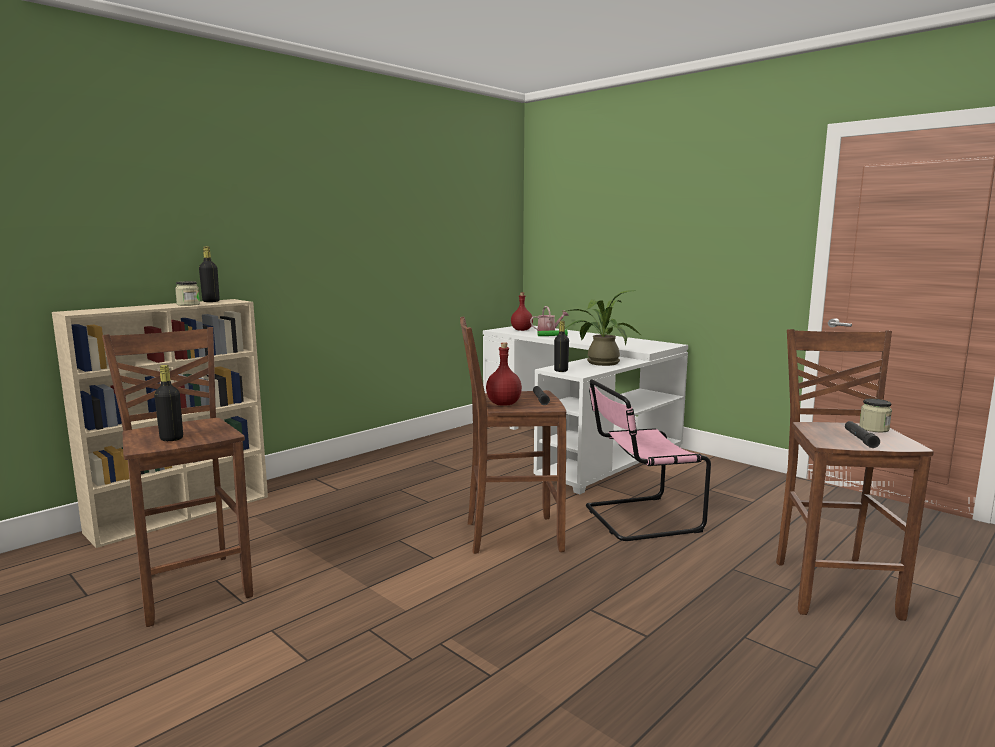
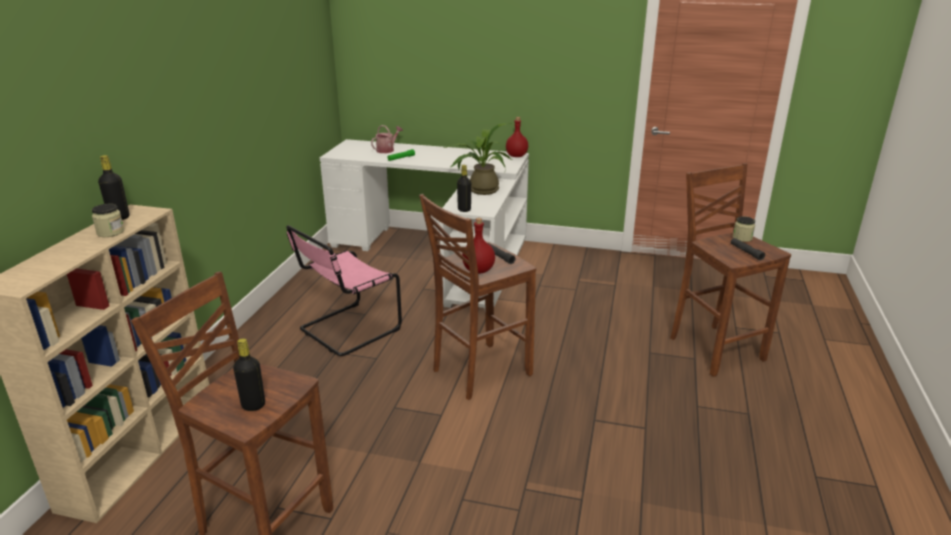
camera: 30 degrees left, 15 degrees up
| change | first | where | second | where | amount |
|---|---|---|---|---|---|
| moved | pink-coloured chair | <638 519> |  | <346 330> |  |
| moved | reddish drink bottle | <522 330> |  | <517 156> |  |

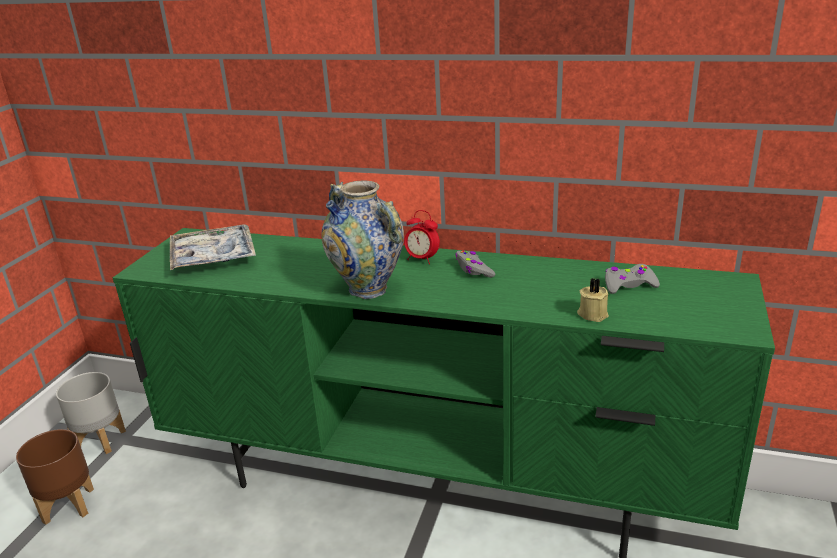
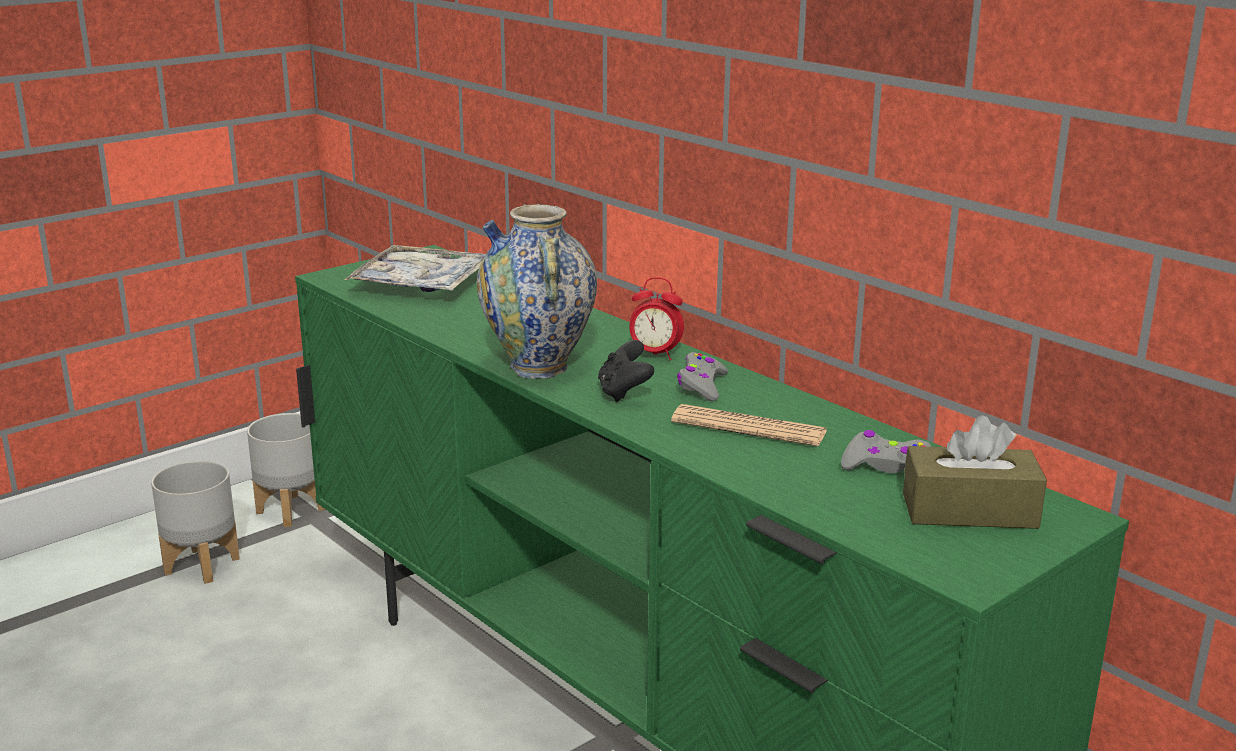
camera: 30 degrees right, 5 degrees down
| change | first | where | second | where | amount |
|---|---|---|---|---|---|
| recoloured | brown flower pot | <68 506> | gray flower pot | <201 566> |  |
| added |  |  | blackish game controller | <624 393> |  |
| turned | table clock | <422 259> |  | <654 355> | 45 degrees counterclockwise |
| added |  |  | printed paper | <748 427> |  |
| added |  |  | brown box of tissues | <969 510> |  |
| removed | beige candle | <593 314> |  |  |  |

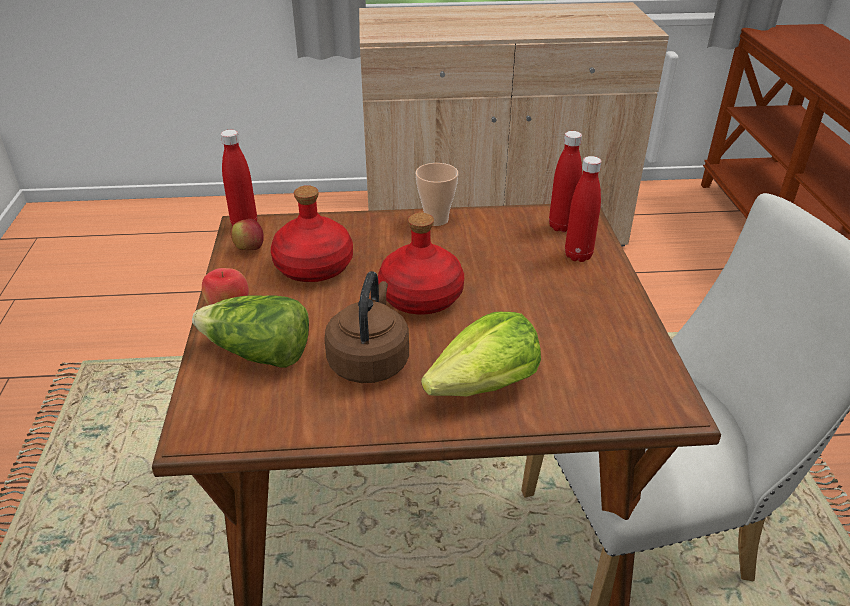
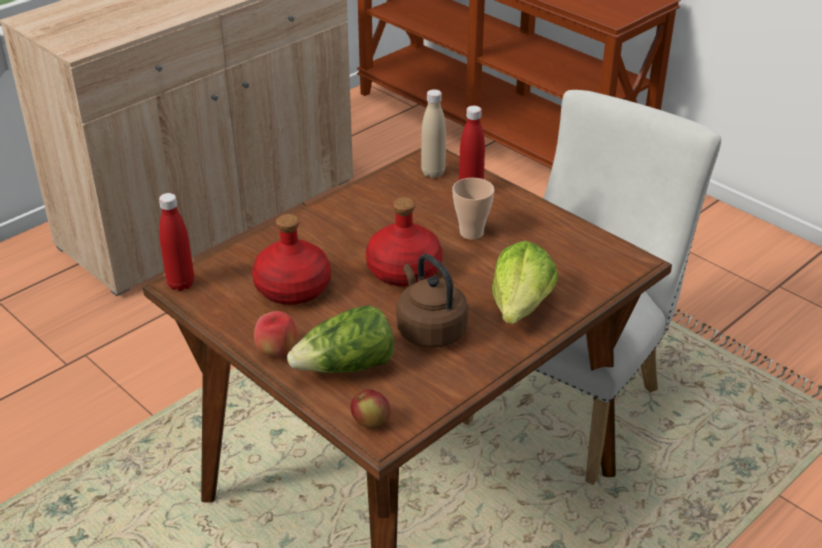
camera: 40 degrees left, 0 degrees up
| change | first | where | second | where | amount |
|---|---|---|---|---|---|
| moved | apple fruit | <249 249> |  | <371 423> |  |
| recoloured | reddish drink bottle | <561 226> | beige drink bottle | <433 173> |  |
| moved | small cup | <436 220> |  | <471 233> |  |

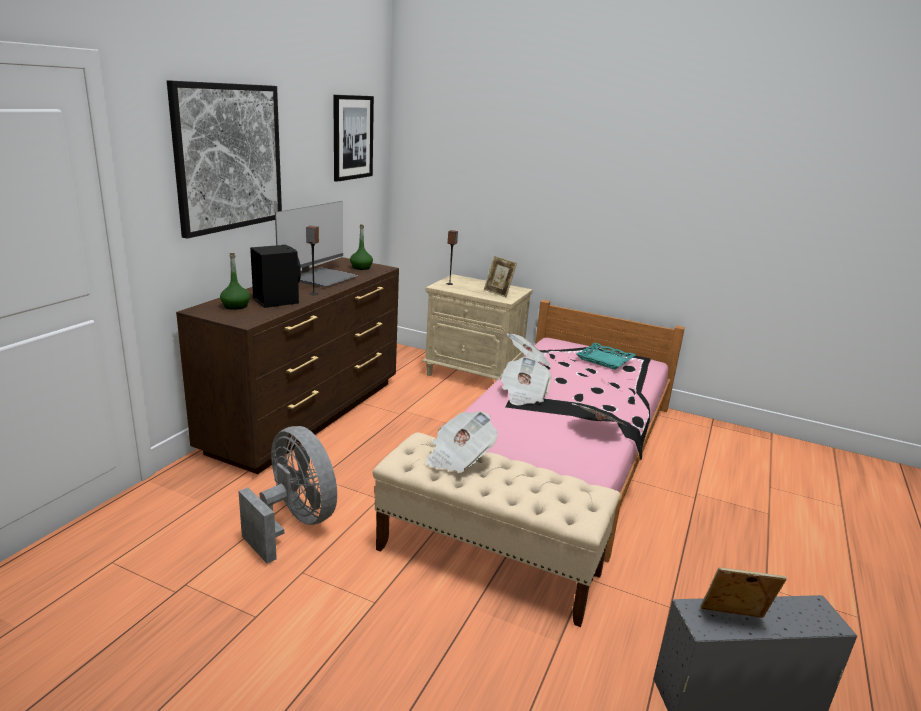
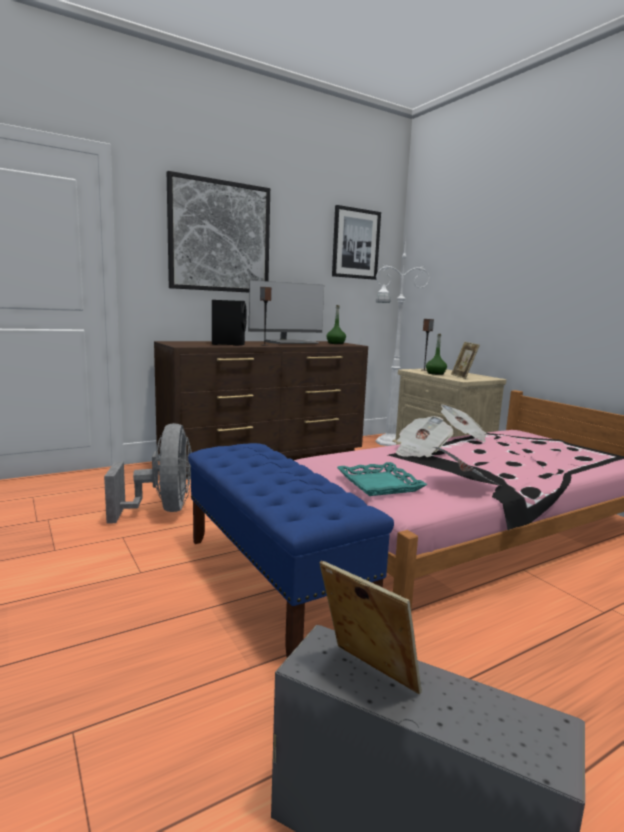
camera: 35 degrees right, 10 degrees down
| change | first | where | second | where | amount |
|---|---|---|---|---|---|
| recoloured | beige long seat | <488 562> | bluish long seat | <273 581> |  |
| moved | turquoise serving tray | <605 359> |  | <380 484> |  |
| added |  |  | white-coloured standing lamp | <388 442> |  |
| moved | green-coloured drink bottle | <235 306> |  | <435 373> |  |
| removed | printed paper | <459 458> |  |  |  |

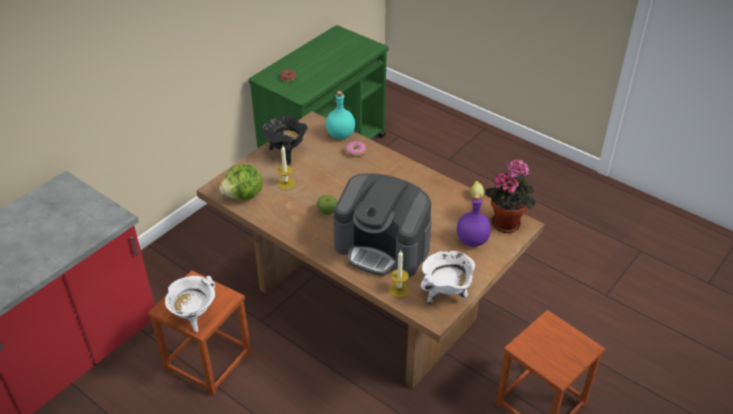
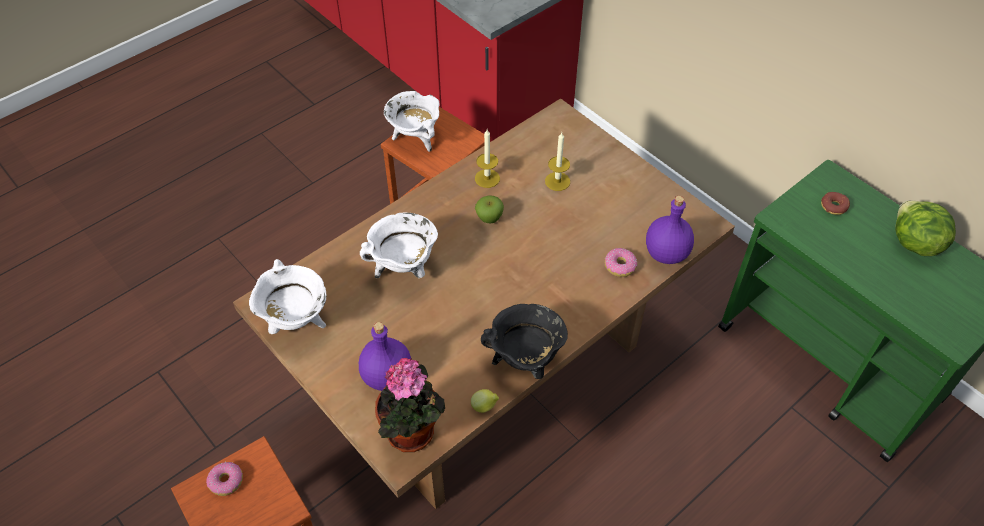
camera: 100 degrees right, 10 degrees up
| change | first | where | second | where | amount |
|---|---|---|---|---|---|
| added |  |  | ring doughnut | <226 481> |  |
| replaced | coffee brewer | <383 247> | white-coloured stockpot | <404 268> |  |
| moved | candle | <399 289> |  | <487 178> |  |
| moved | blackish stockpot | <286 153> |  | <525 361> |  |
| recoloured | turquoise drink bottle | <340 135> | purplish drink bottle | <666 253> |  |
| moved | lettuce head | <244 196> |  | <914 243> |  |

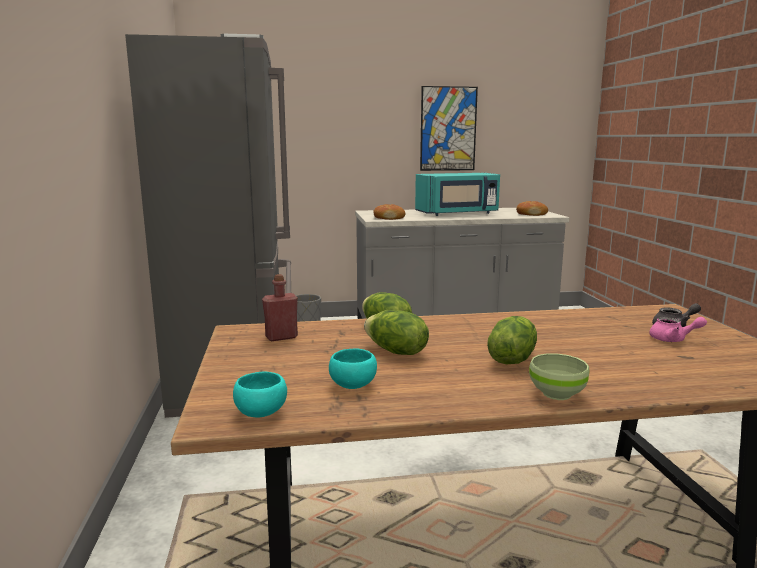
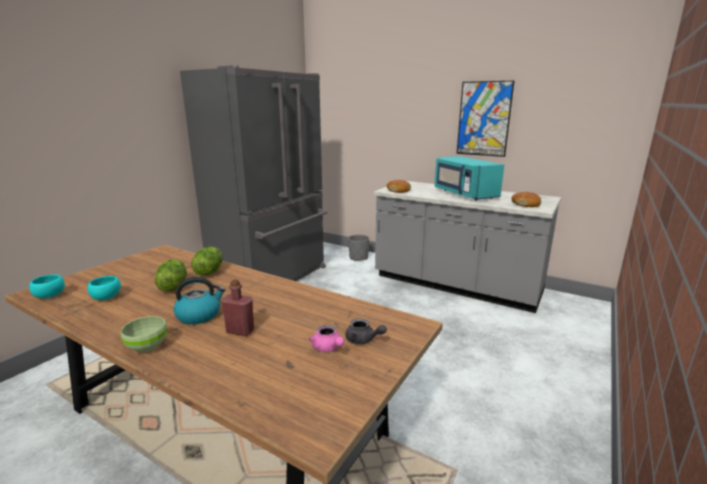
camera: 40 degrees right, 5 degrees up
| change | first | where | second | where | amount |
|---|---|---|---|---|---|
| replaced | lettuce head | <511 359> | tea kettle | <199 315> |  |
| moved | reddish drink bottle | <281 337> |  | <240 331> |  |
| turned | turquoise kitchen microwave | <458 213> |  | <464 194> | 45 degrees clockwise |

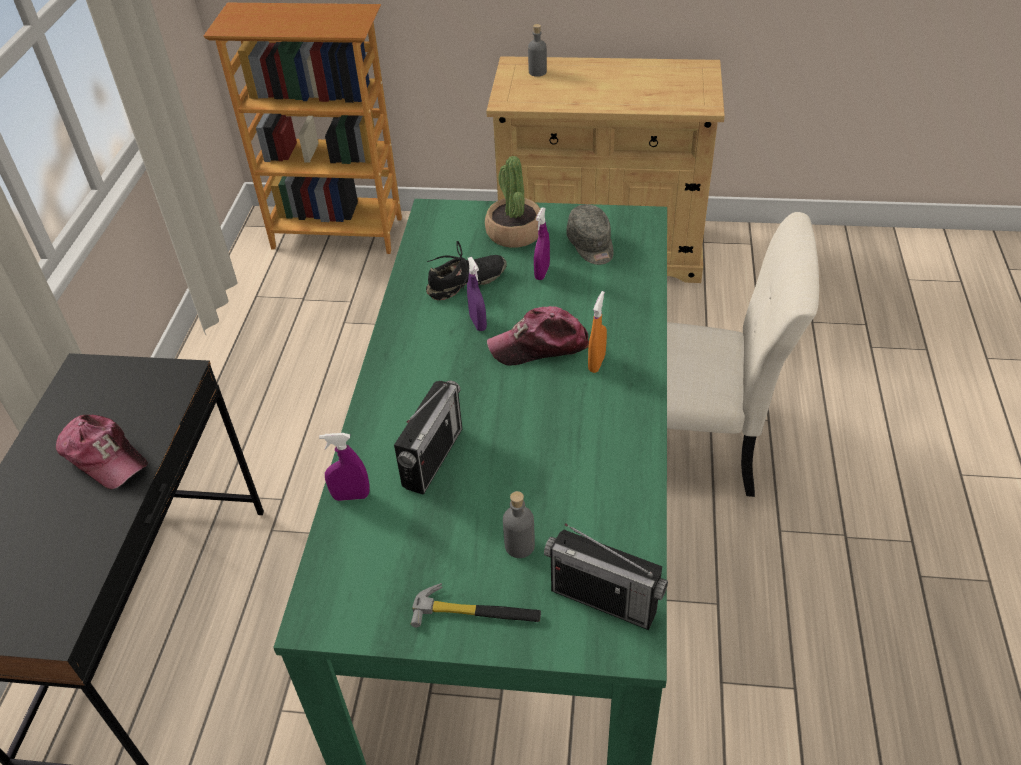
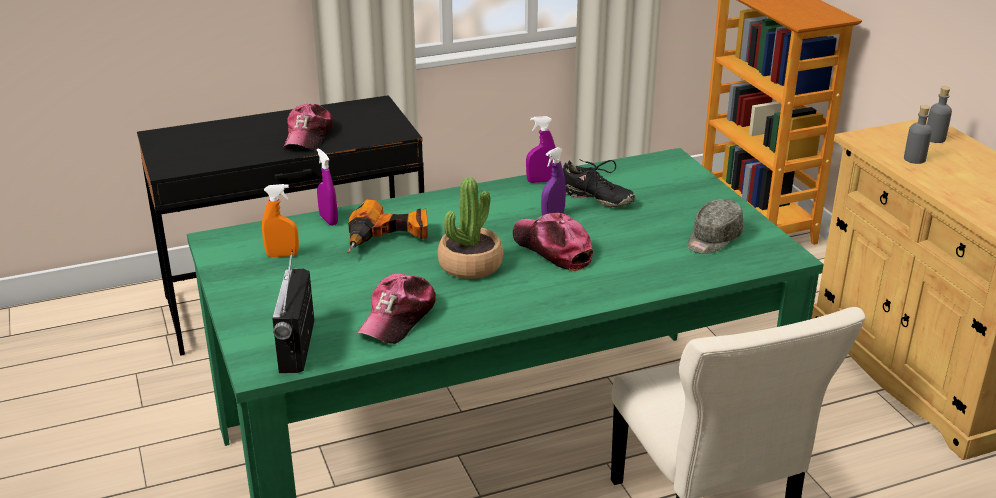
camera: 60 degrees right, 15 degrees down
| change | first | where | second | where | amount |
|---|---|---|---|---|---|
| moved | orange hand sprayer | <596 363> |  | <282 255> |  |
| replaced | radio | <433 458> | drill | <388 239> |  |
| added |  |  | peaked cap | <398 318> |  |
| moved | houseplant | <514 233> |  | <470 265> |  |
| moved | purplish hand sprayer | <542 272> |  | <540 181> |  |
| moved | gray drink bottle | <519 546> |  | <914 159> |  |
| removed | tool hammer | <477 612> |  |  |  |

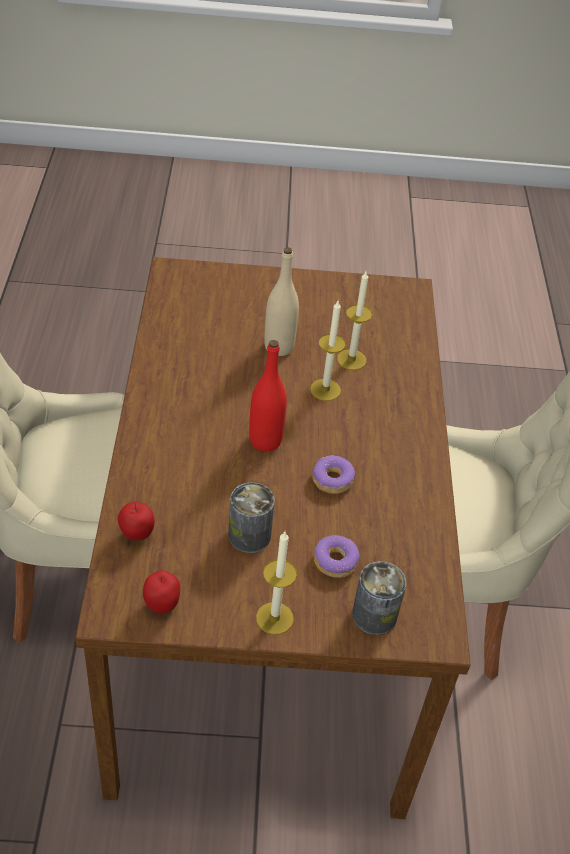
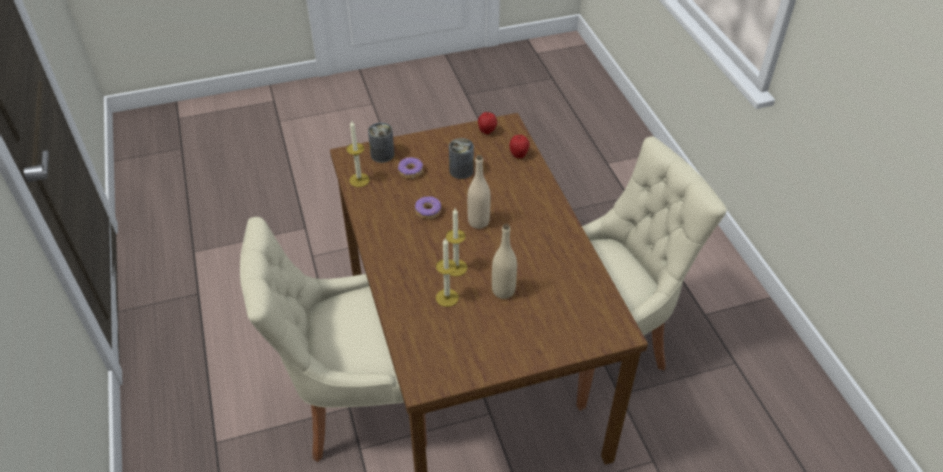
camera: 165 degrees right, 0 degrees up
| change | first | where | second | where | amount |
|---|---|---|---|---|---|
| moved | candle | <274 618> |  | <359 180> |  |
| recoloured | reddish drink bottle | <265 441> | beige drink bottle | <478 222> |  |

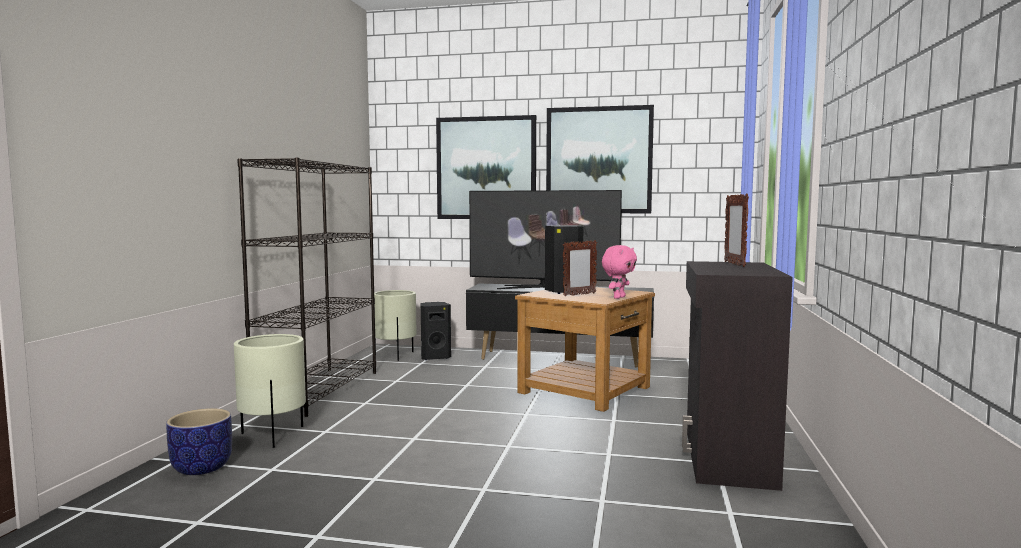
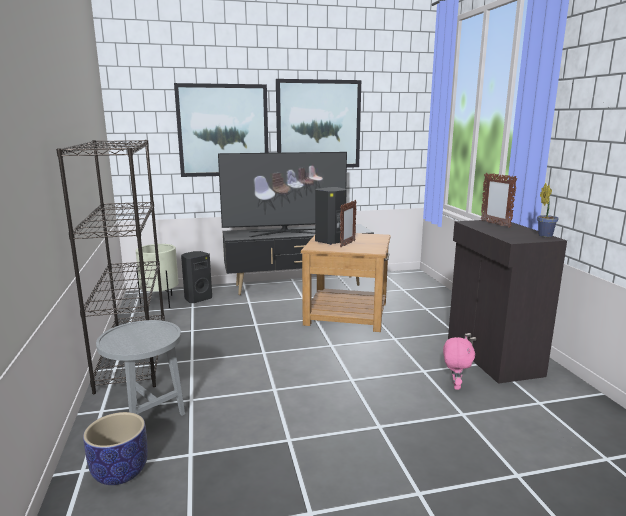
camera: 25 degrees left, 10 degrees up
| change | first | where | second | where | amount |
|---|---|---|---|---|---|
| replaced | beige flower pot | <273 435> | gray end table | <148 416> |  |
| moved | pink-coloured cuddly toy | <618 297> |  | <455 385> |  |
| added |  |  | houseplant | <544 235> |  |

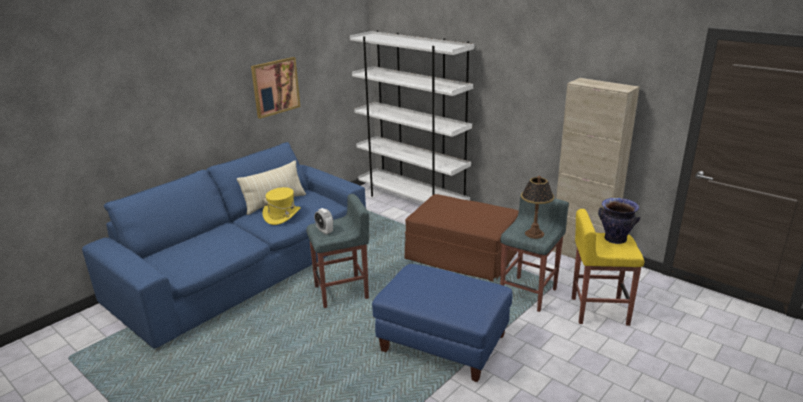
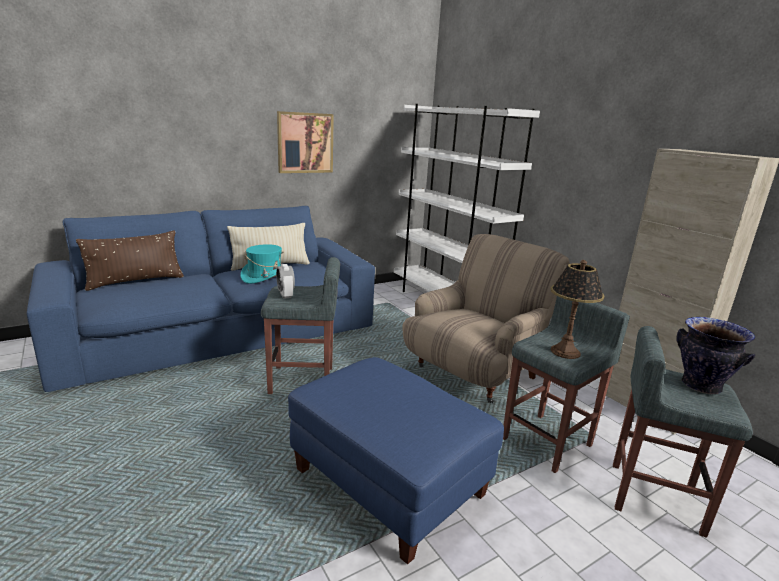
camera: 15 degrees right, 5 degrees down
| change | first | where | second | where | amount |
|---|---|---|---|---|---|
| added |  |  | brown throw pillow | <135 281> |  |
| recoloured | yellow clothing hat | <282 215> | turquoise clothing hat | <265 277> |  |
| replaced | brown pouffe | <462 256> | beige lounge chair | <474 372> |  |
| recoloured | yellow stool seat | <598 311> | gray stool seat | <653 497> |  |

